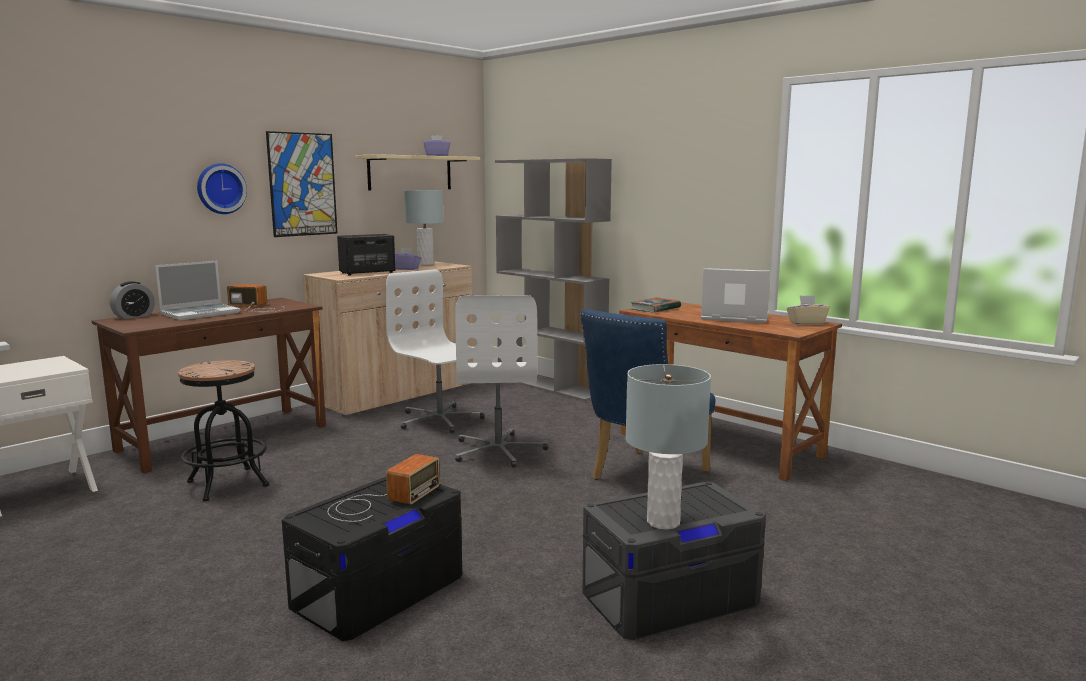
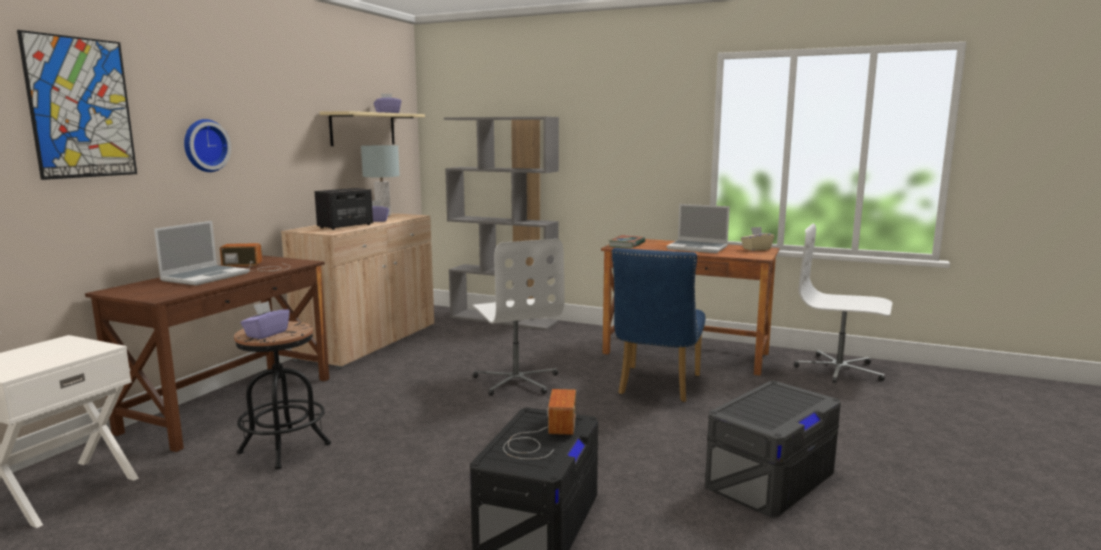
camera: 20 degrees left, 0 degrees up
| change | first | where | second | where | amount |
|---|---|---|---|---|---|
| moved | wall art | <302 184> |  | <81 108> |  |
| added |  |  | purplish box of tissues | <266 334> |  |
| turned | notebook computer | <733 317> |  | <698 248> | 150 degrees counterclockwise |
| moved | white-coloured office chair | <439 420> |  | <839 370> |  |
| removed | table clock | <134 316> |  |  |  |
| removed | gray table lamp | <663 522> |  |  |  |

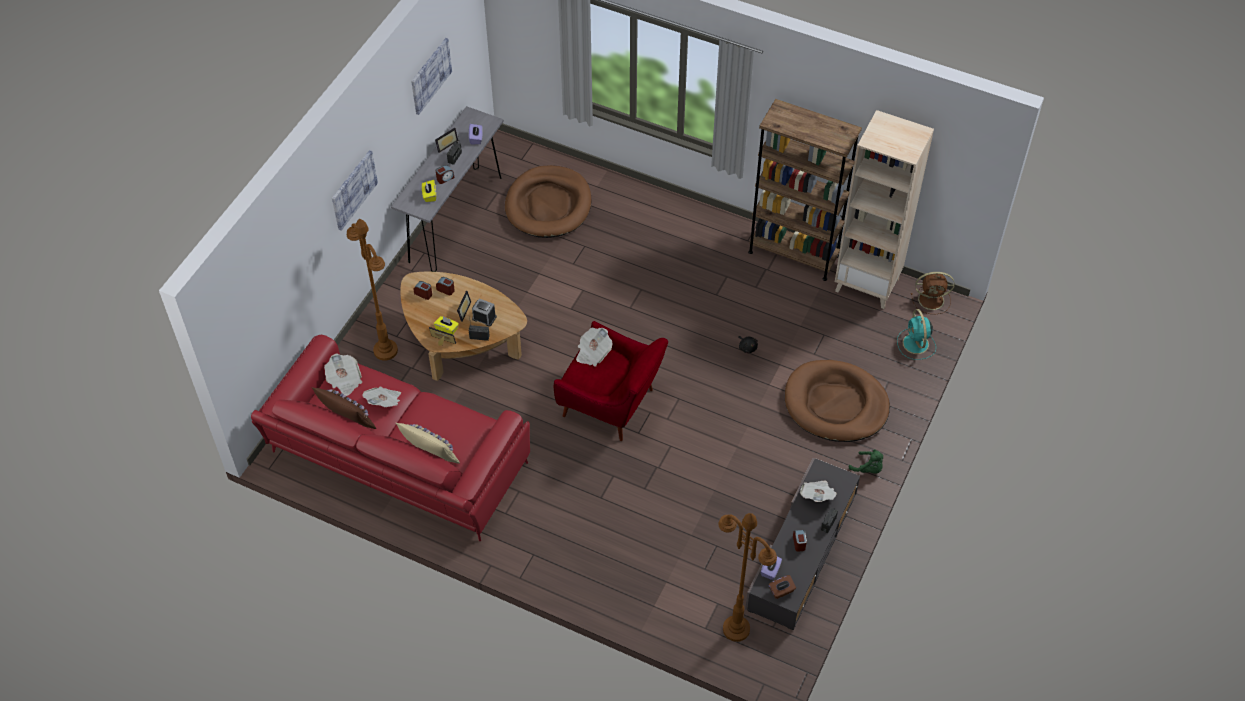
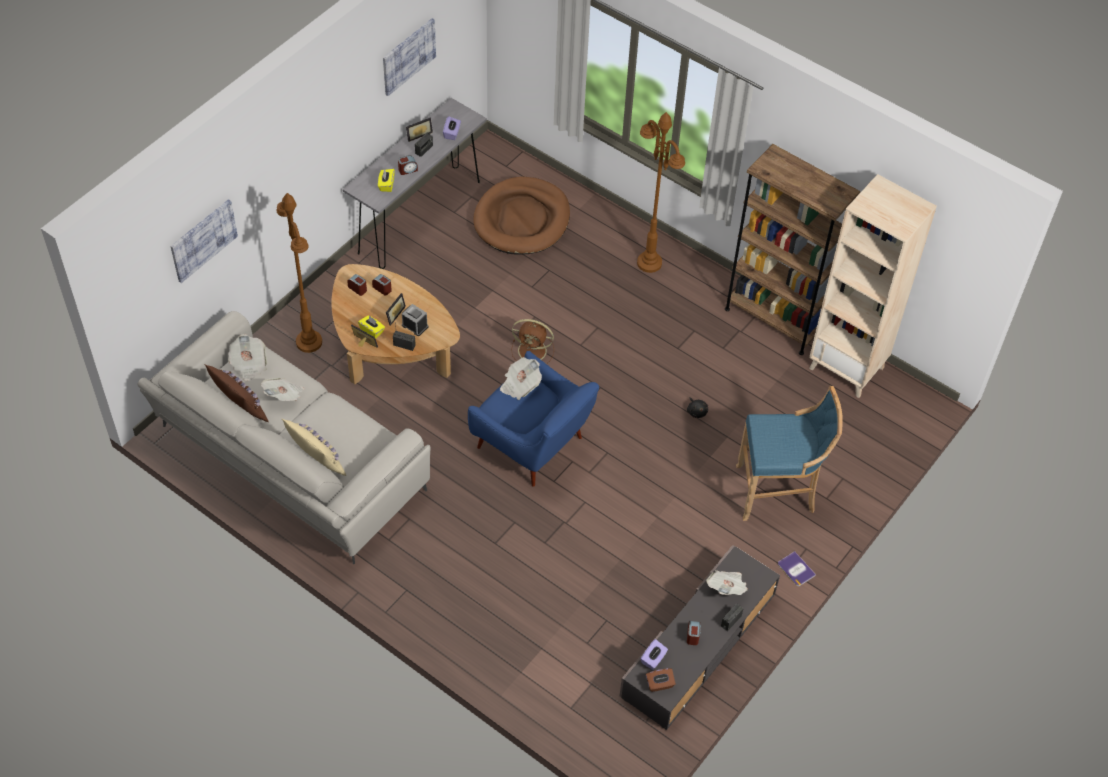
camera: 10 degrees right, 0 degrees up
| change | first | where | second | where | amount |
|---|---|---|---|---|---|
| recoloured | reddish settee | <396 460> | gray settee | <289 460> |  |
| moved | wall art | <353 189> |  | <203 240> |  |
| recoloured | reddish lounge chair | <612 405> | bluish lounge chair | <534 446> |  |
| moved | brown cooling fan | <932 300> |  | <533 351> |  |
| moved | brown standing lamp | <736 629> |  | <649 263> |  |
| replaced | brown dog bed | <835 404> | bluish stool seat | <778 492> |  |
| replaced | green-coloured cuddly toy | <868 468> | bound book | <796 569> |  |
| removed | turquoise cooling fan | <916 344> |  |  |  |

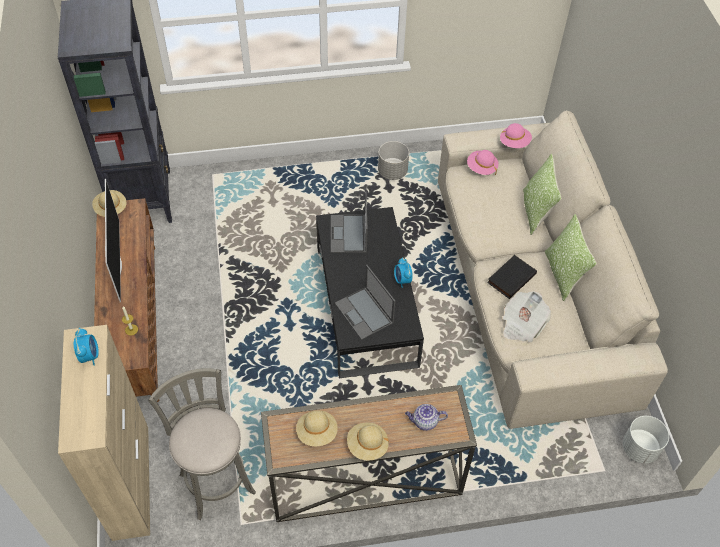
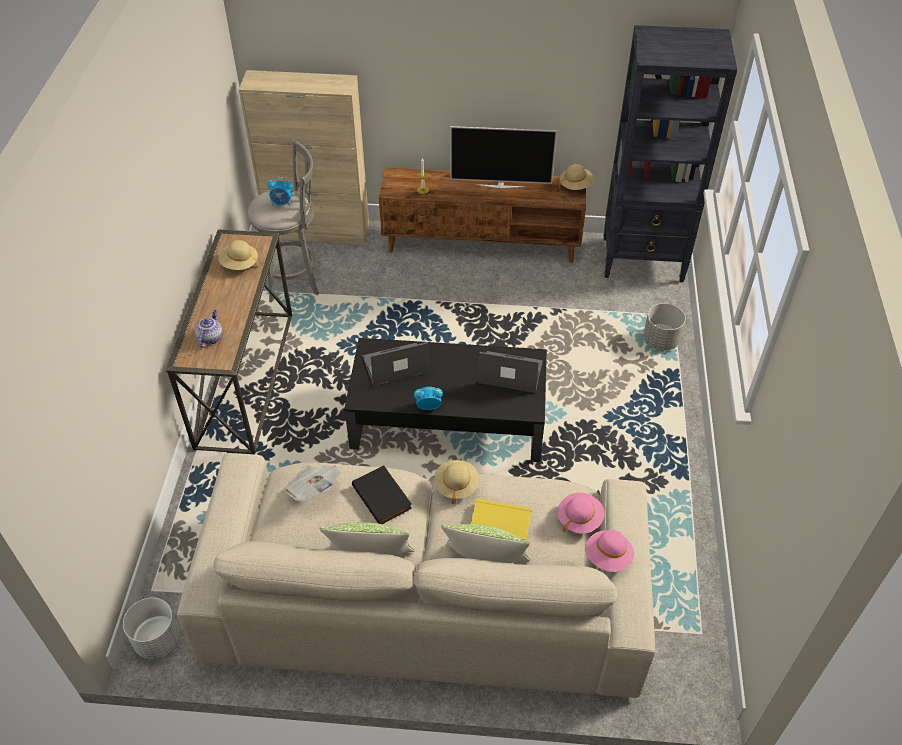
camera: 105 degrees right, 5 degrees down
| change | first | where | second | where | amount |
|---|---|---|---|---|---|
| moved | table clock | <90 355> |  | <282 203> |  |
| moved | beige clothing hat | <367 446> |  | <456 485> |  |
| added |  |  | yellow bound book | <499 524> |  |
| moved | gray flower pot | <392 172> |  | <660 340> |  |

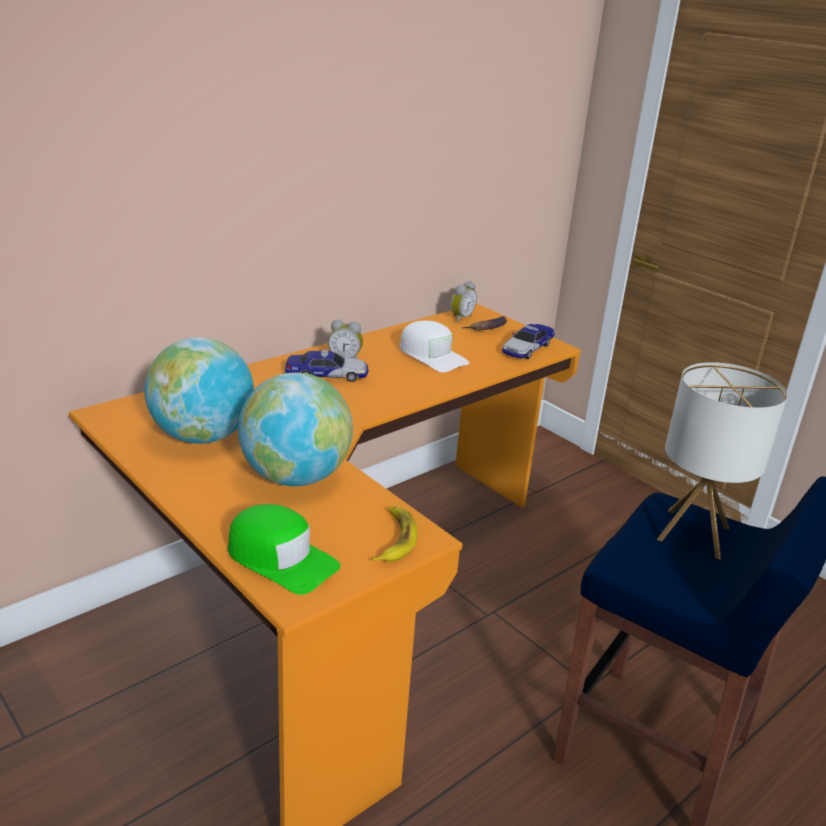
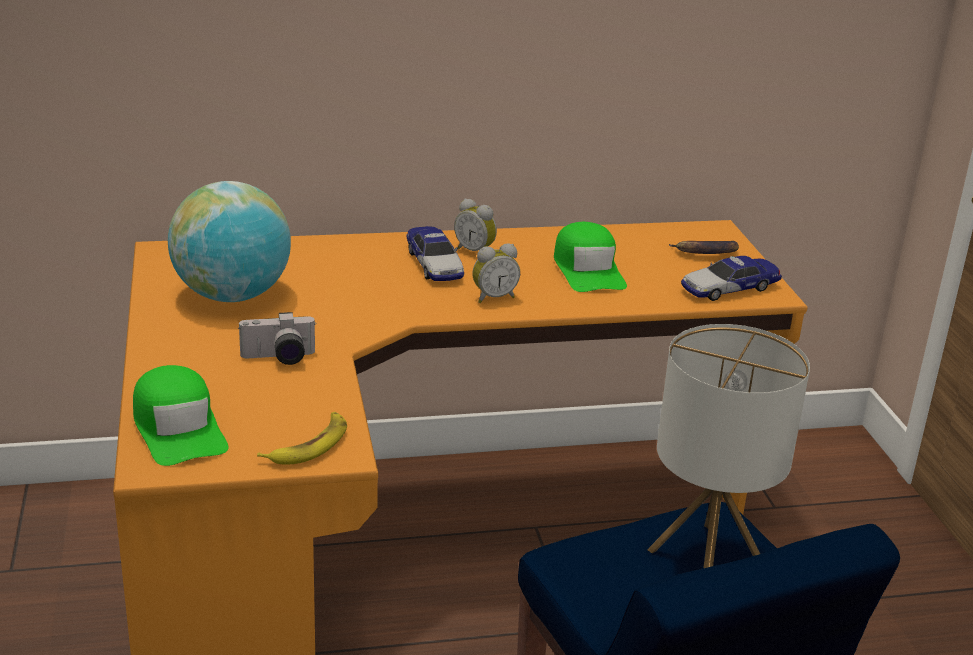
camera: 30 degrees right, 0 degrees up
| change | first | where | second | where | amount |
|---|---|---|---|---|---|
| replaced | globe | <295 477> | photo camera | <279 358> |  |
| turned | model car | <327 374> |  | <434 263> | 45 degrees clockwise |
| moved | table clock | <460 318> |  | <493 297> |  |
| recoloured | white-coloured peaked cap | <432 356> | green-coloured peaked cap | <588 270> |  |

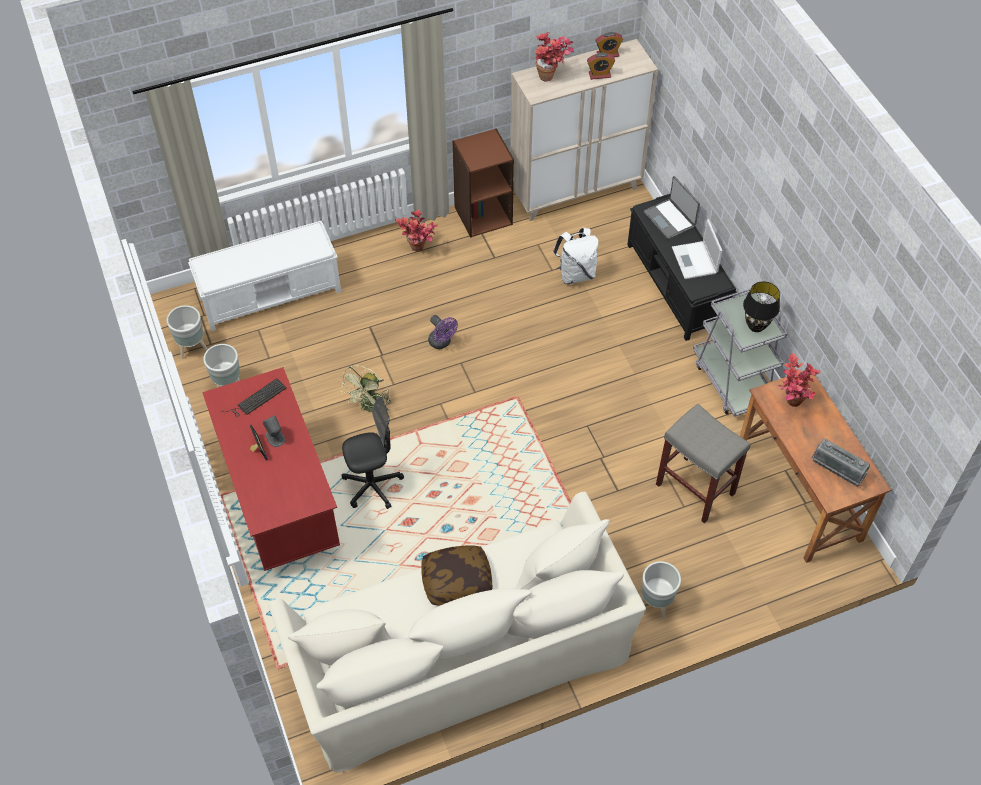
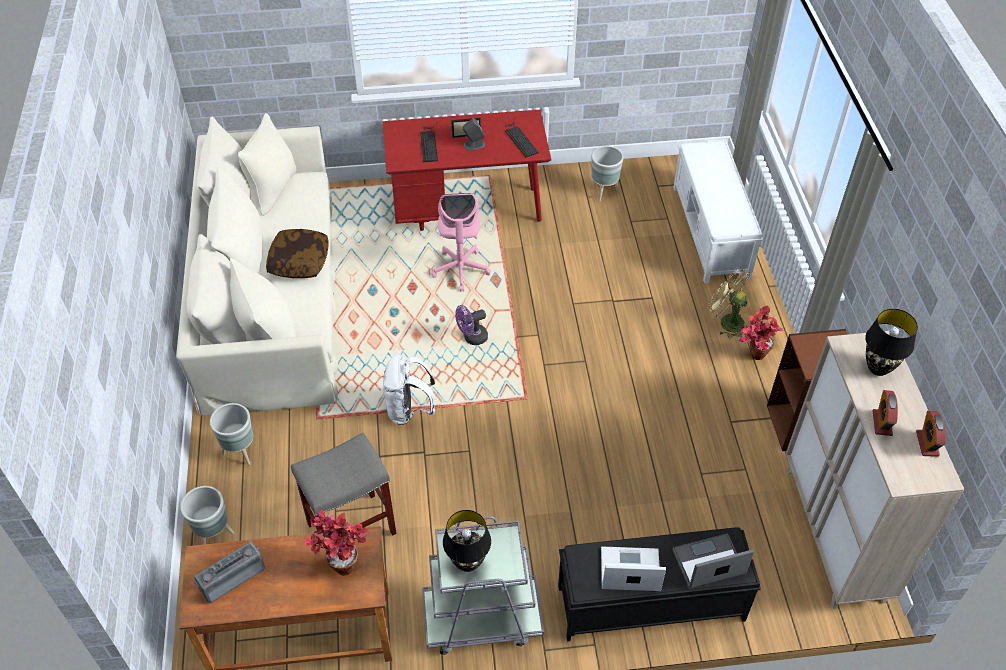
camera: 105 degrees right, 5 degrees down
| change | first | where | second | where | amount |
|---|---|---|---|---|---|
| moved | gray flower pot | <192 349> |  | <213 535> |  |
| moved | white-coloured knapsack | <575 274> |  | <409 410> |  |
| added |  |  | keyboard | <429 143> |  |
| recoloured | blackish office chair | <372 486> | pink-coloured office chair | <461 270> |  |
| moved | purplish cooling fan | <442 343> |  | <472 338> |  |
| moved | green-coloured cooling fan | <370 407> |  | <726 321> |  |
| replaced | houseplant | <551 78> | blackish table lamp | <878 368> |  |

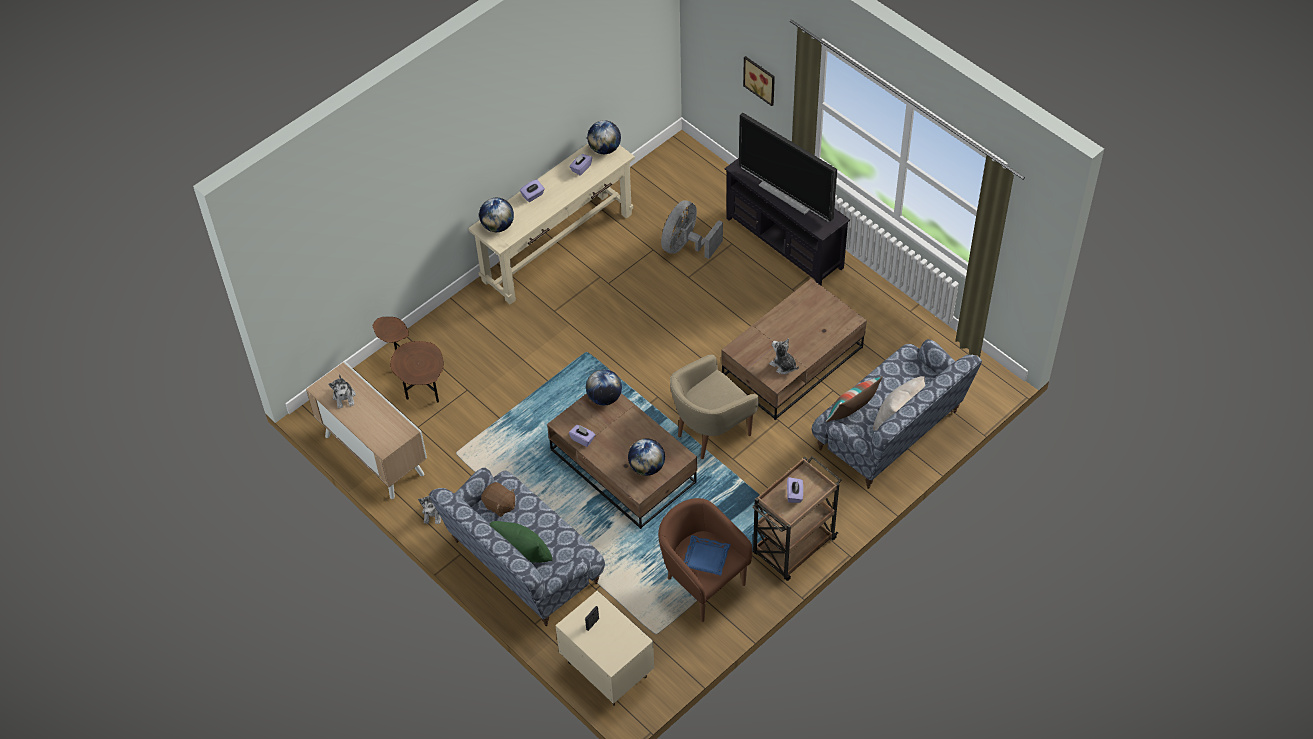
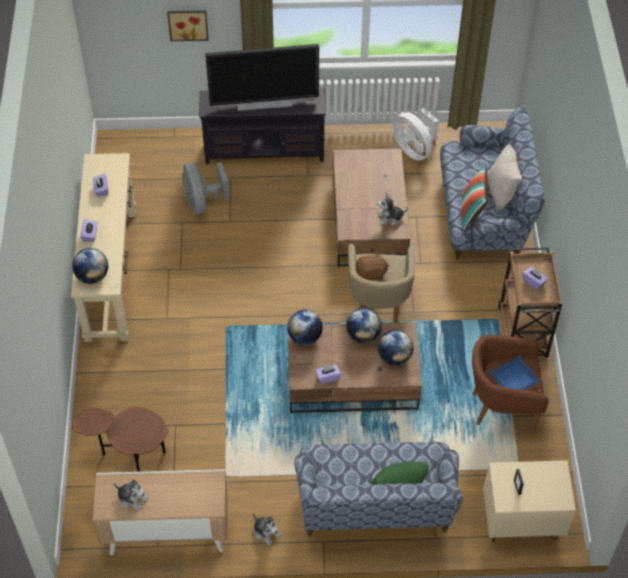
camera: 50 degrees left, 0 degrees up
| change | first | where | second | where | amount |
|---|---|---|---|---|---|
| moved | globe | <604 149> |  | <363 335> |  |
| moved | brown cuddly toy | <499 505> |  | <371 274> |  |
| added |  |  | white-coloured cooling fan | <414 149> |  |

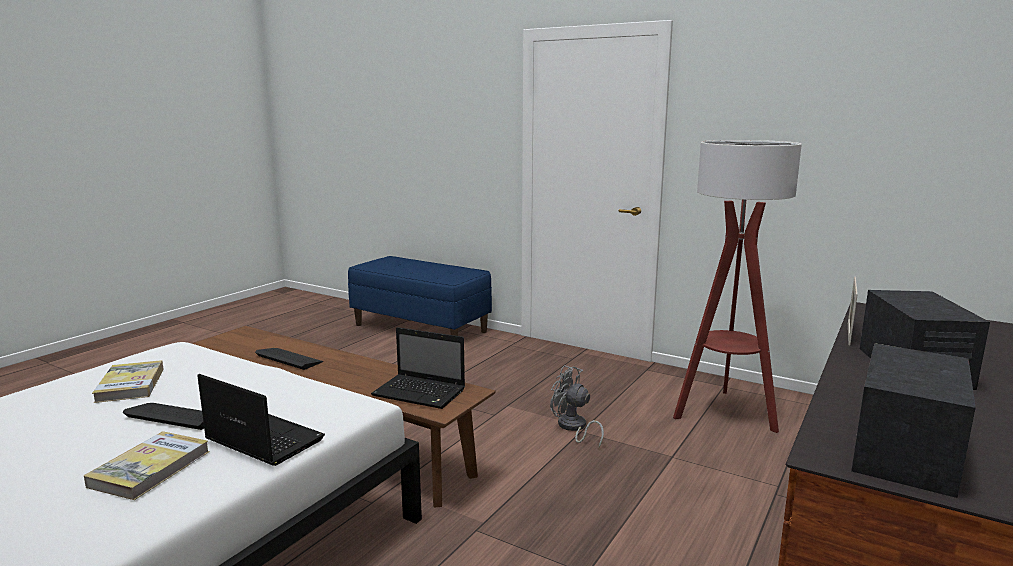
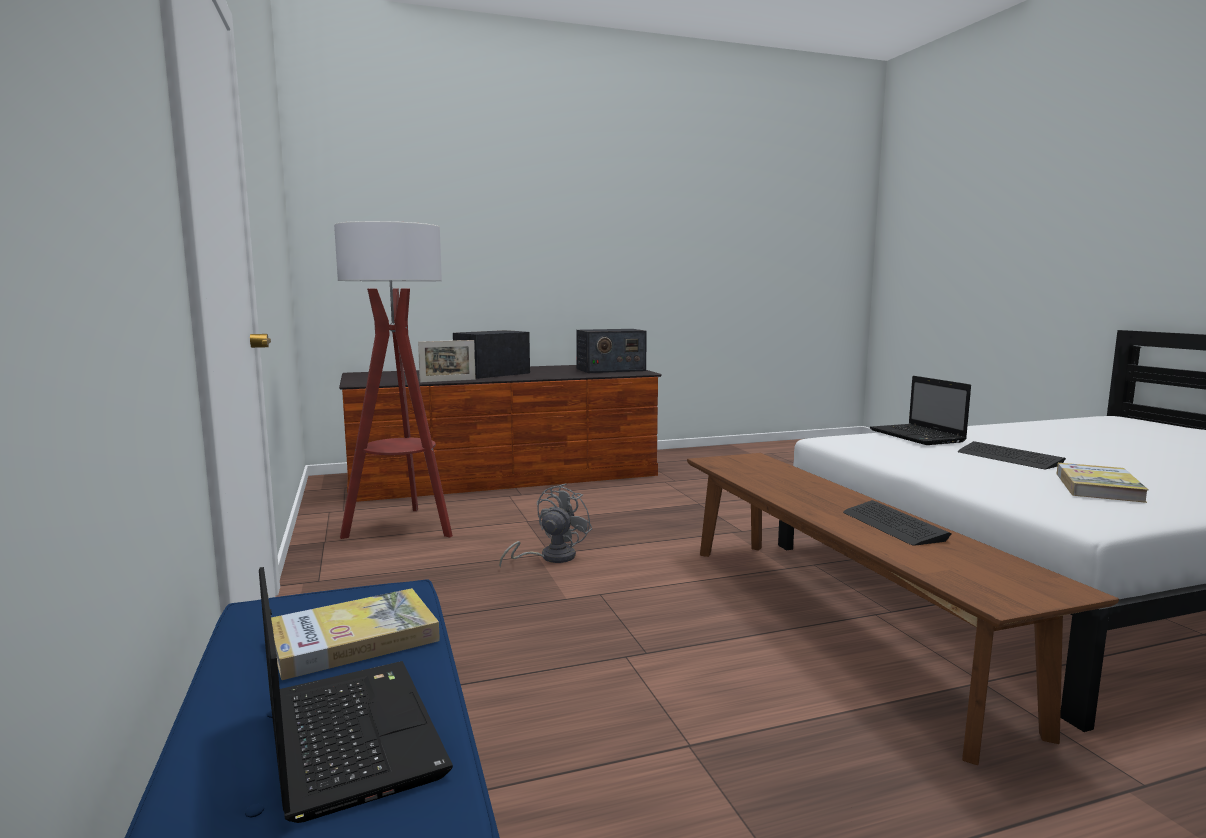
camera: 140 degrees left, 5 degrees down
| change | first | where | second | where | amount |
|---|---|---|---|---|---|
| moved | notebook computer | <421 393> |  | <349 734> |  |
| moved | bound book | <150 468> |  | <354 638> |  |
| turned | gray cooling fan | <573 428> |  | <550 557> | 135 degrees counterclockwise |

